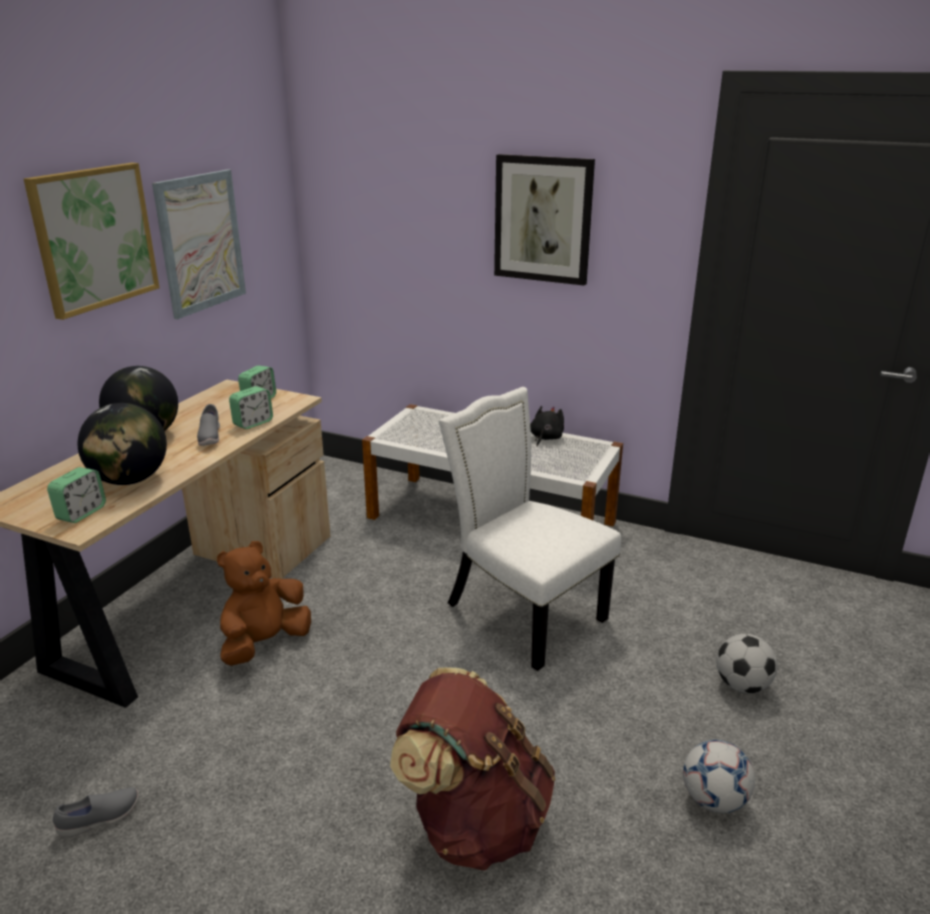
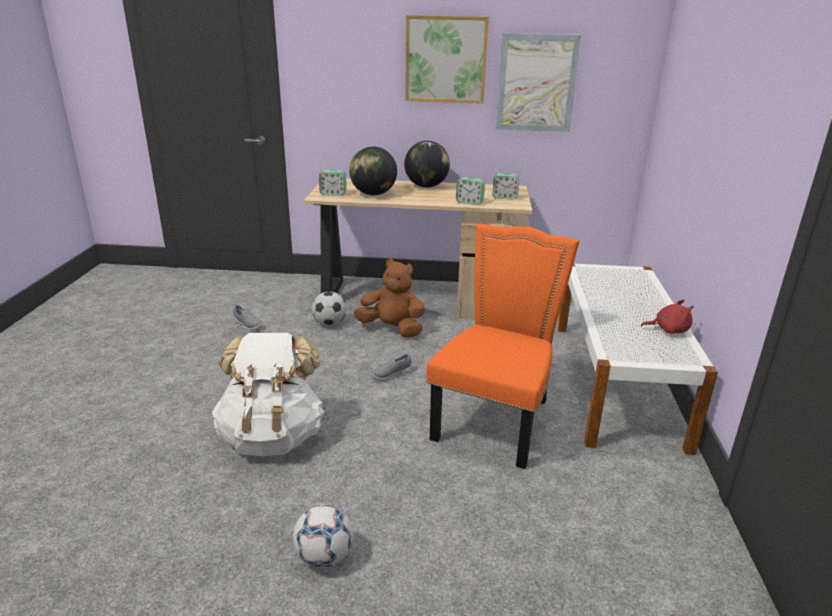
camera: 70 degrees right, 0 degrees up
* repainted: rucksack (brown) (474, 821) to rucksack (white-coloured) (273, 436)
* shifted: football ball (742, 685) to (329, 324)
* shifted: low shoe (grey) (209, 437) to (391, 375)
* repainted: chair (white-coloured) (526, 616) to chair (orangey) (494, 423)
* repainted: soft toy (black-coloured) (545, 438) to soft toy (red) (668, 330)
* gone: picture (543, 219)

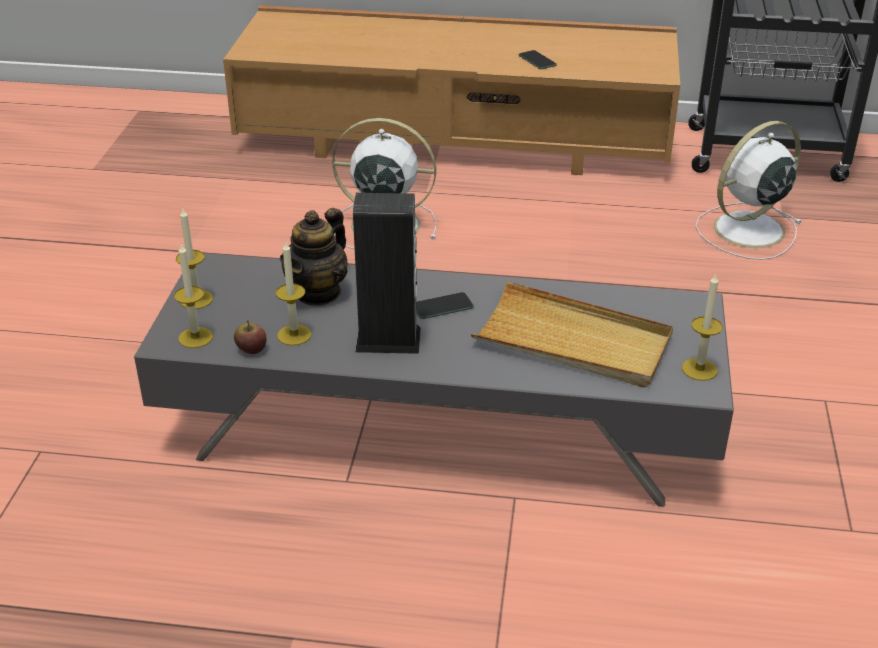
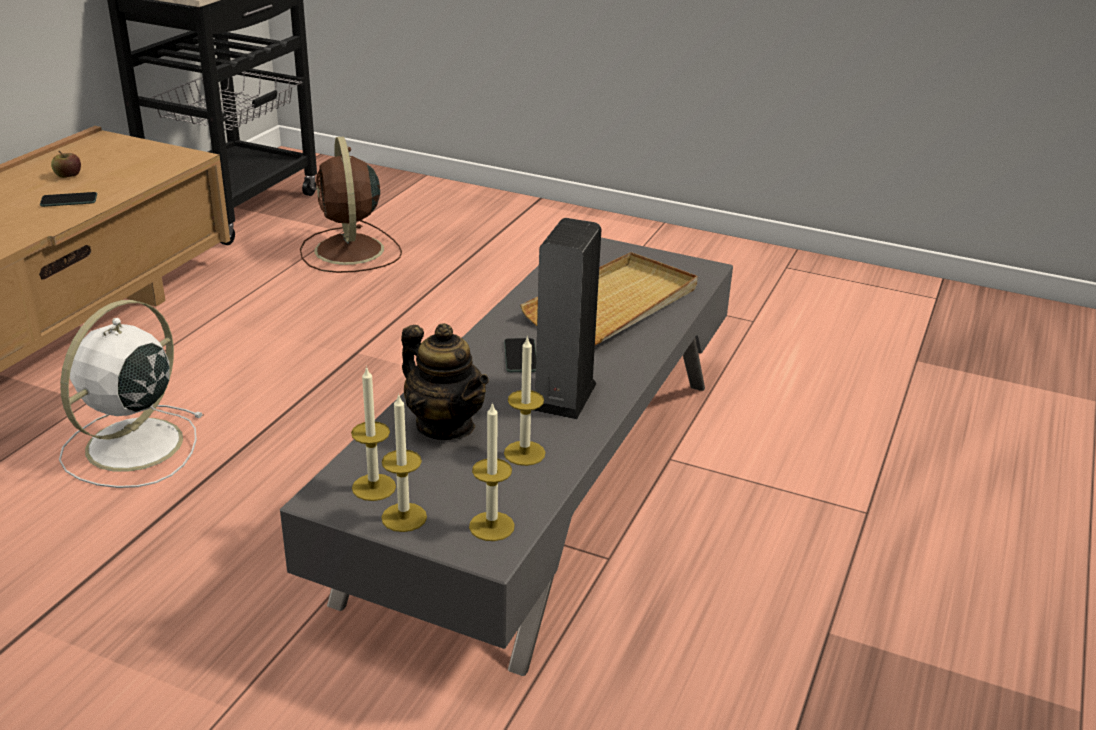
camera: 75 degrees left, 5 degrees down
* shifted: apple (251, 349) to (68, 176)
* repainted: cooling fan (white-coloured) (746, 231) to cooling fan (brown) (349, 251)
* shifted: candle (699, 369) to (374, 487)

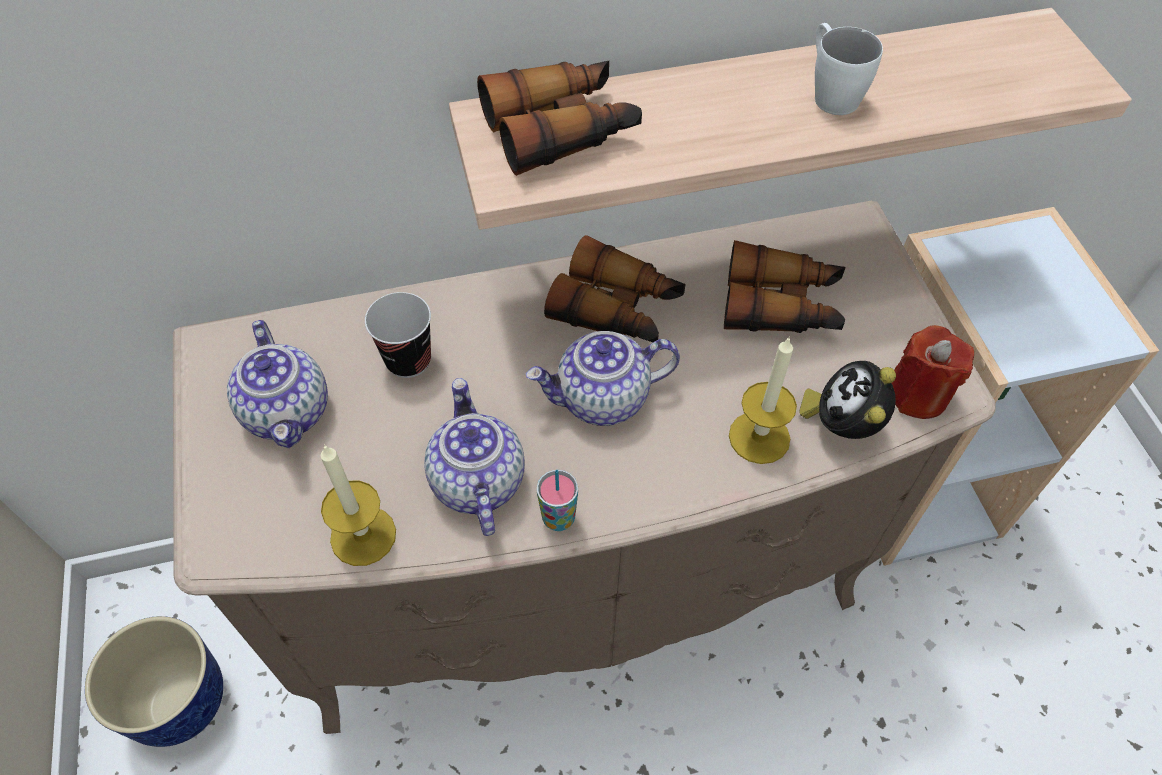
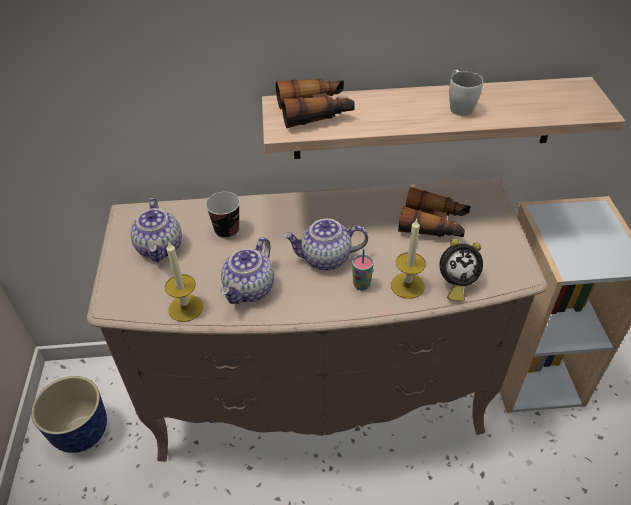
camera: 10 degrees right, 10 degrees down
* rotated: teapot (476, 481) = (250, 289) 150 degrees counterclockwise
* shifted: small cup (558, 519) to (361, 285)
* rotated: bedside clock (842, 424) = (455, 284) 120 degrees counterclockwise
* gone: binoculars (617, 309)
* gone: candle (red) (918, 394)

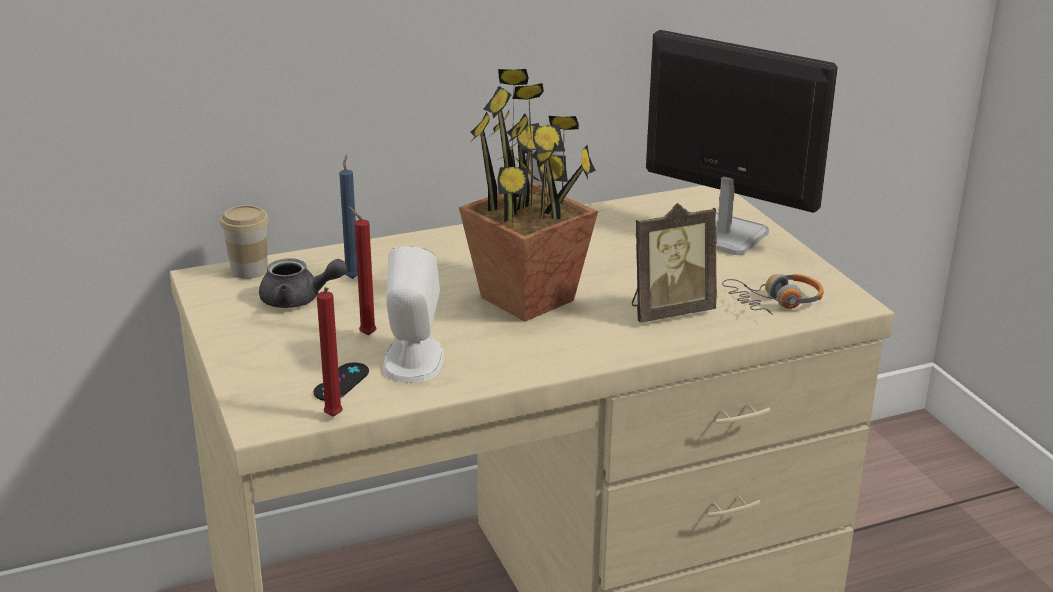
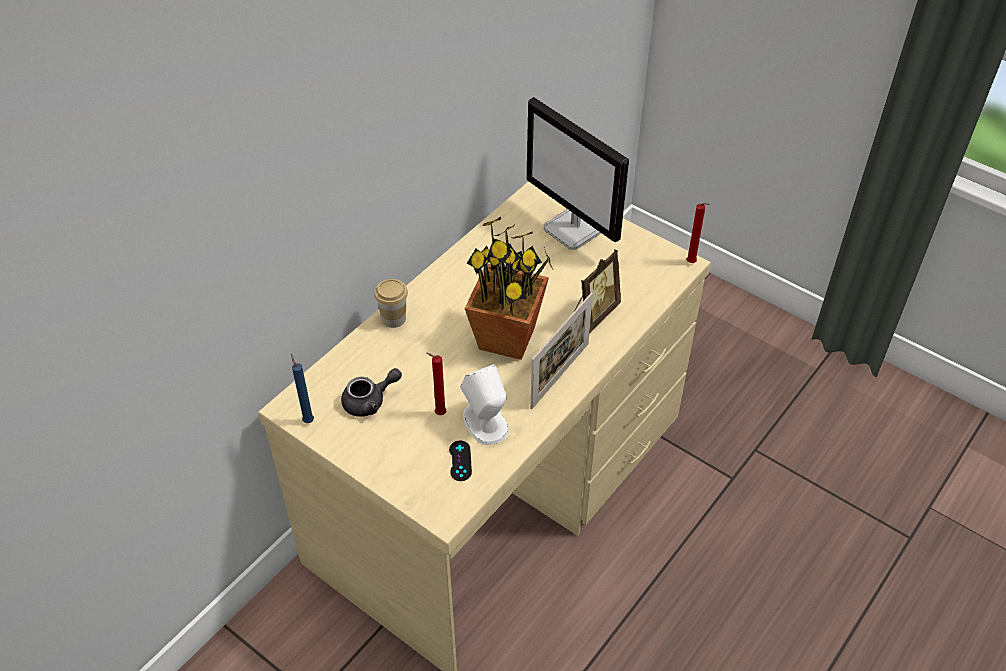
camera: 30 degrees left, 20 degrees up
* shifted: candle (blue-coloured) (353, 277) to (308, 420)
* shifted: small cup (249, 270) to (393, 318)
* rotated: monitor (723, 236) = (574, 230) 135 degrees counterclockwise
* new: standing frame (560, 375)
* shifted: candle (red) (333, 418) to (692, 263)
* gone: headphones (775, 302)

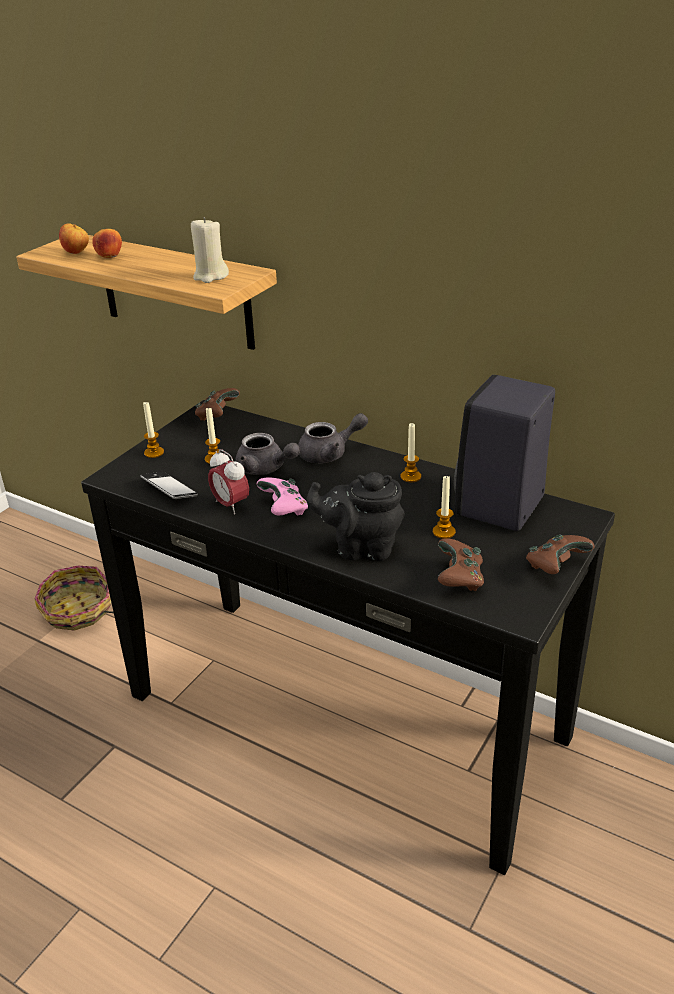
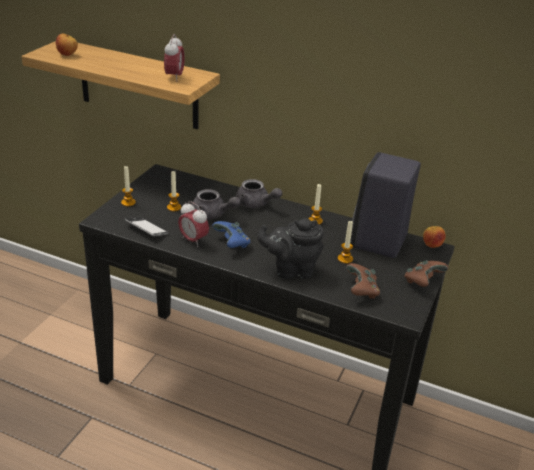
camera: 10 degrees left, 0 degrees up
* swapped: candle (sand-coloured) (210, 276) to bedside clock (174, 77)
* repainted: gamepad (pink) (284, 509) to gamepad (blue-coloured) (232, 243)
* rotated: teapot (grey) (330, 453) = (256, 204) 60 degrees clockwise
* shifted: apple (109, 257) to (431, 246)
* gone: basket (79, 611)
* gone: gamepad (brown) (217, 415)

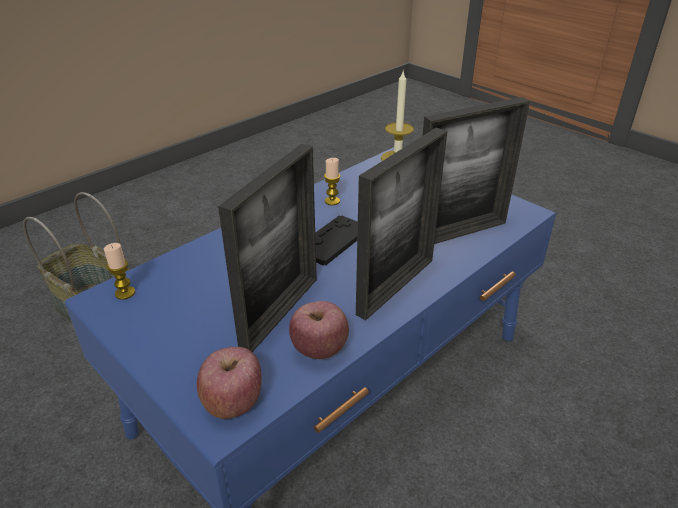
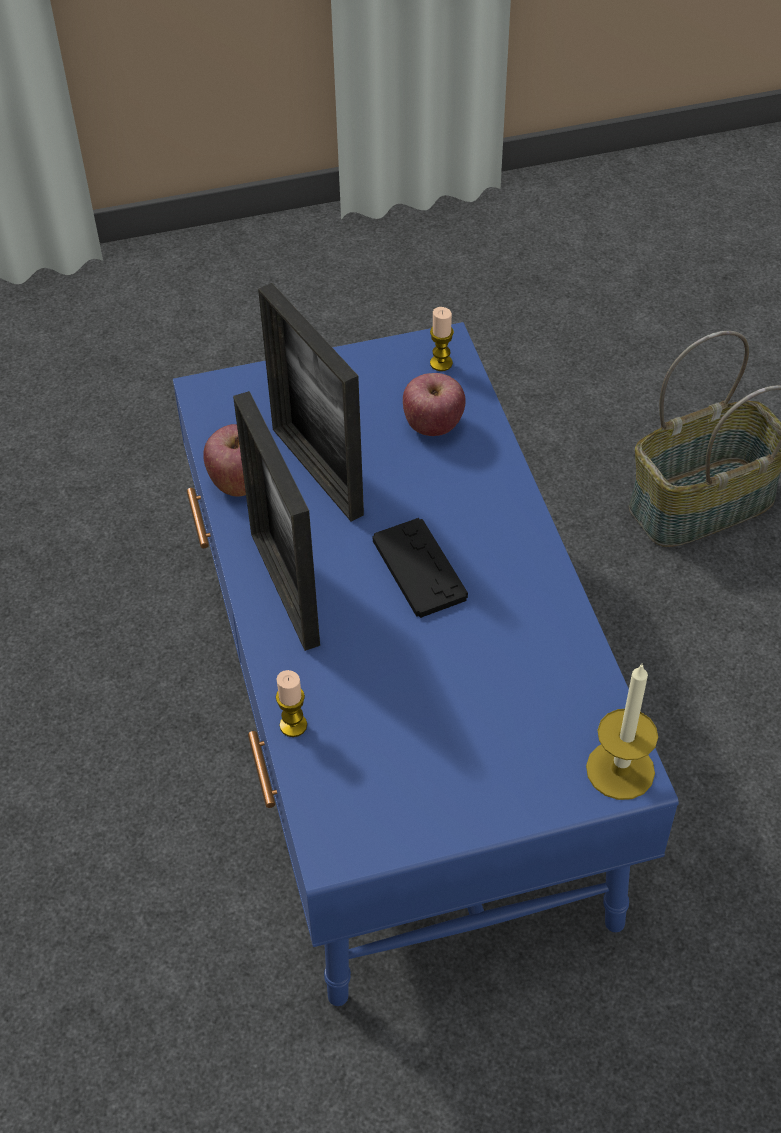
camera: 120 degrees right, 15 degrees up
* shifted: candle (332, 201) to (293, 725)
* shifted: apple (233, 402) to (433, 425)
* gone: standing frame (460, 233)

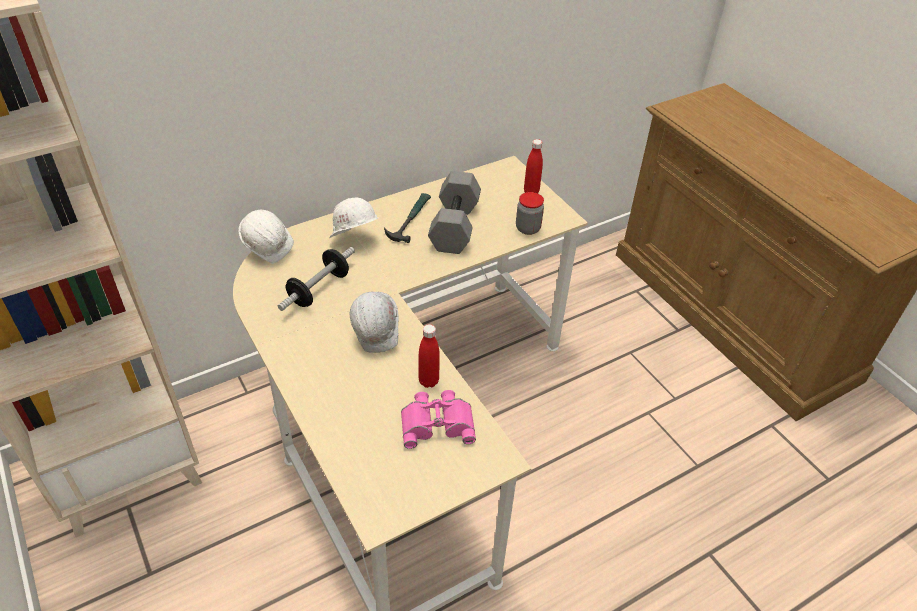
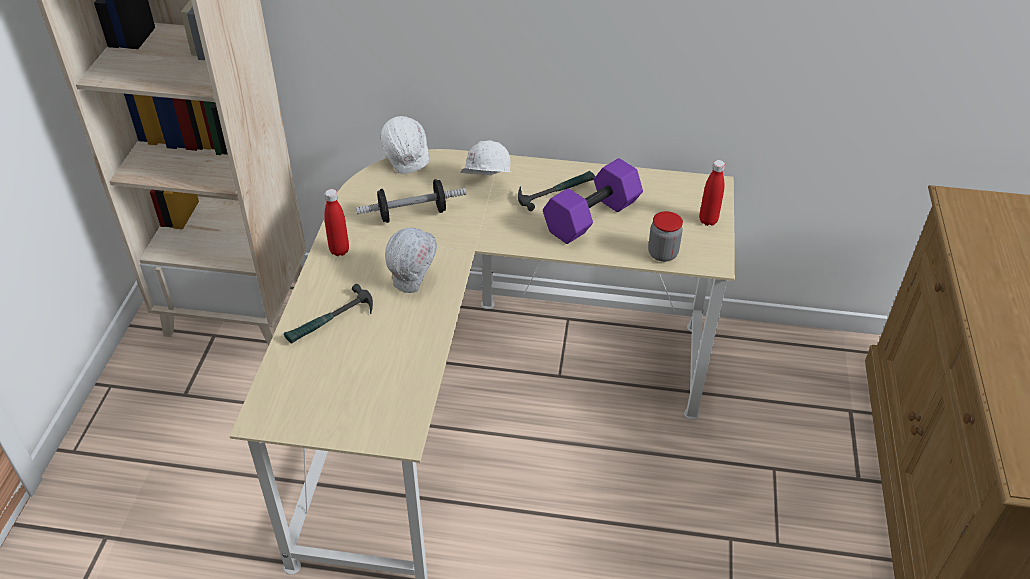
camera: 40 degrees right, 0 degrees up
* new: hand hammer (331, 321)
* shifted: drink bottle (red) (428, 381) to (339, 250)
* repainted: hand weight (grey) (456, 227) to hand weight (purple) (592, 218)
* gone: binoculars (pink) (437, 422)

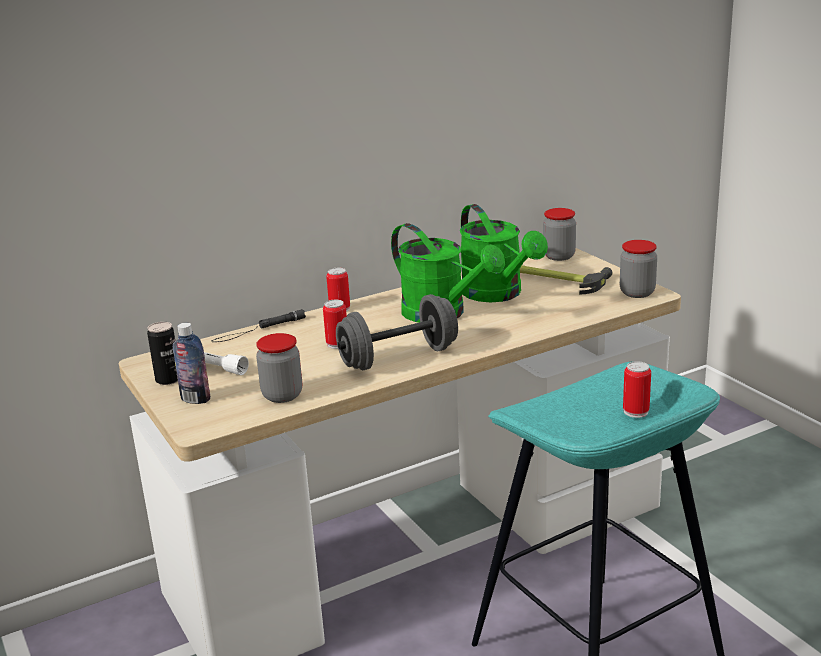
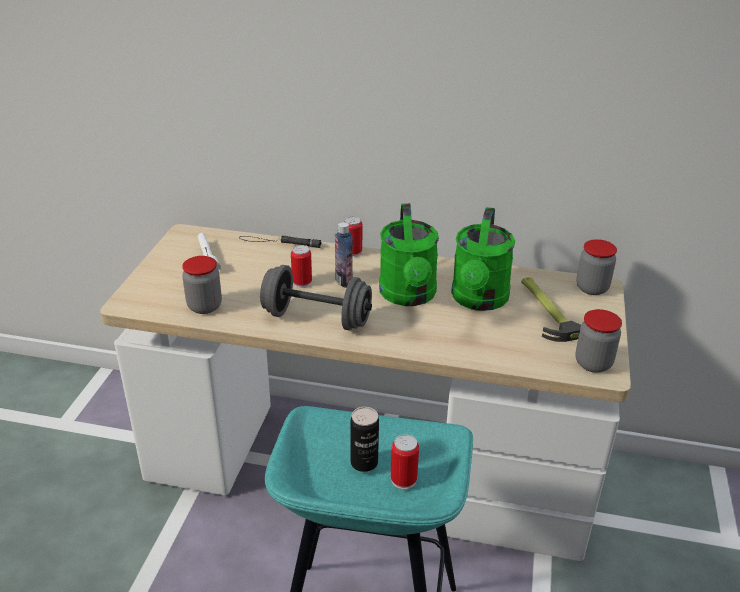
camera: 40 degrees right, 10 degrees up
* shifted: drink bottle (195, 399) to (343, 281)
* shifted: sealed can (168, 380) to (364, 462)

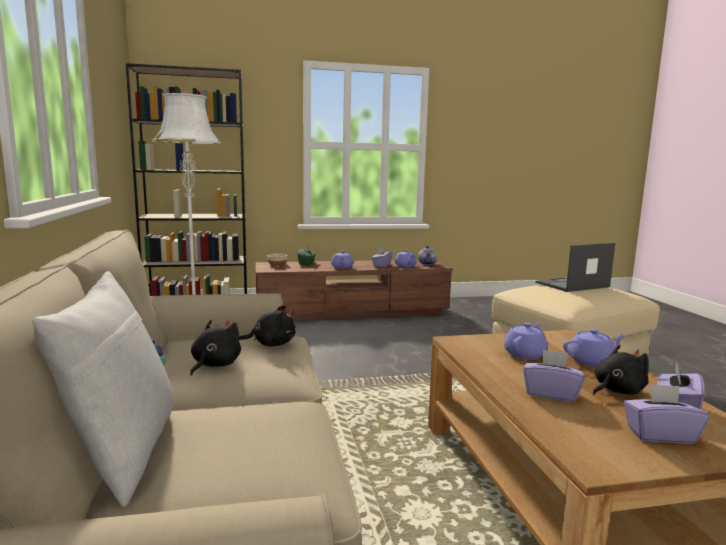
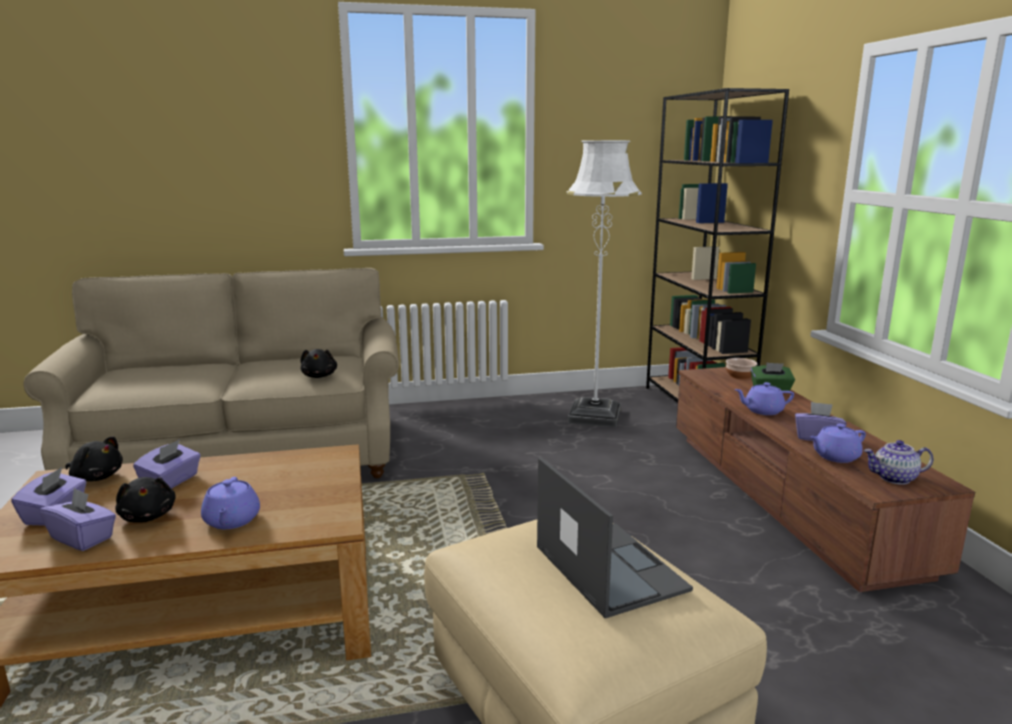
camera: 90 degrees right, 5 degrees up
* shifted: soft toy (black-coloured) (214, 365) to (96, 477)
* gone: cushion (grey) (122, 455)
* gone: teapot (purple) (525, 354)

